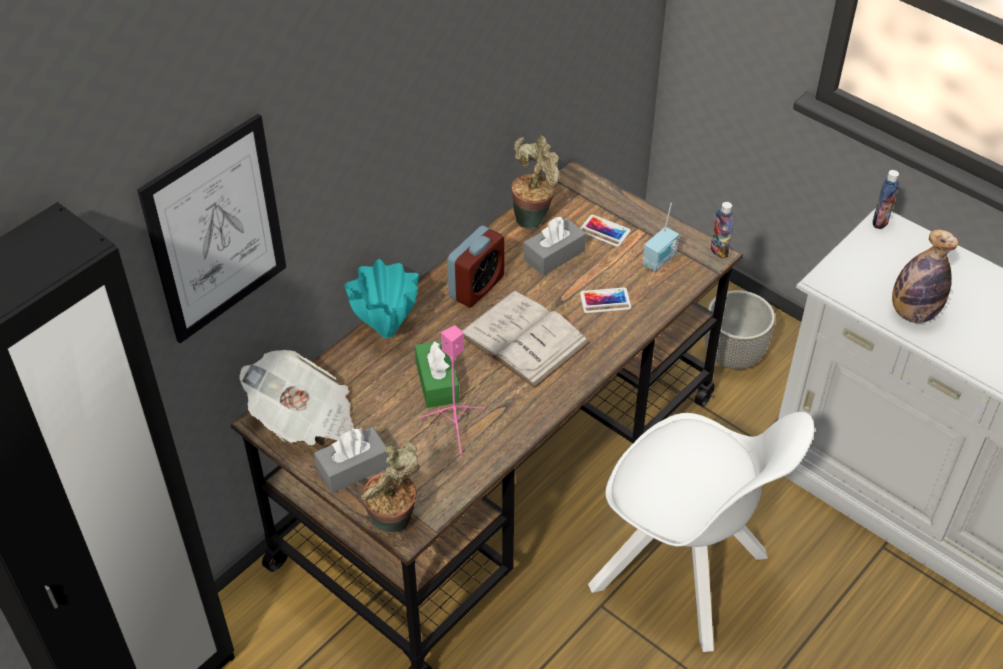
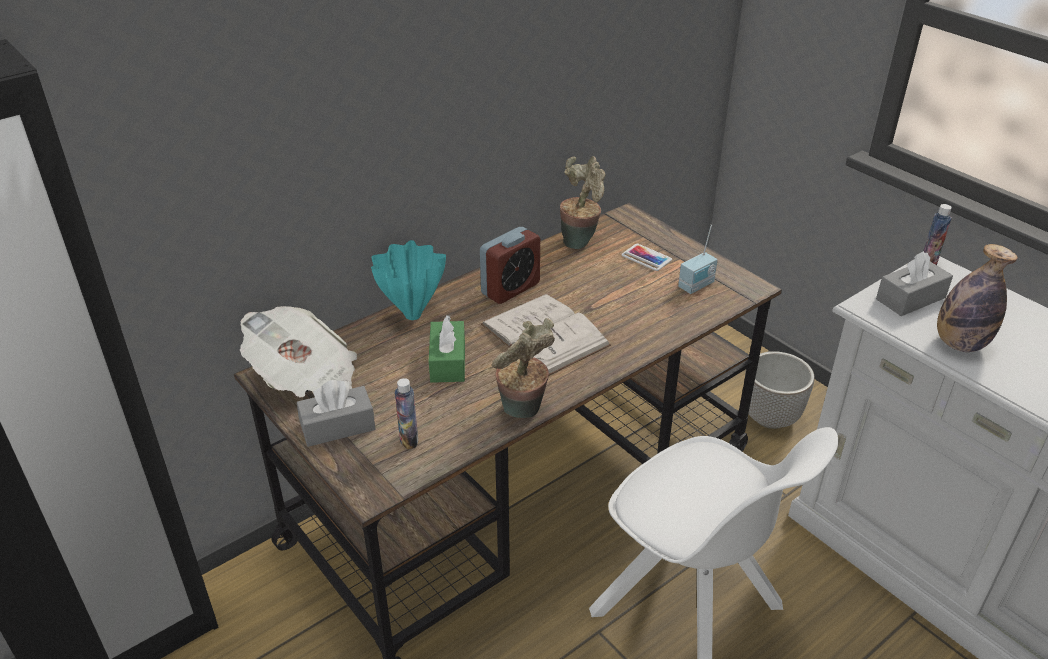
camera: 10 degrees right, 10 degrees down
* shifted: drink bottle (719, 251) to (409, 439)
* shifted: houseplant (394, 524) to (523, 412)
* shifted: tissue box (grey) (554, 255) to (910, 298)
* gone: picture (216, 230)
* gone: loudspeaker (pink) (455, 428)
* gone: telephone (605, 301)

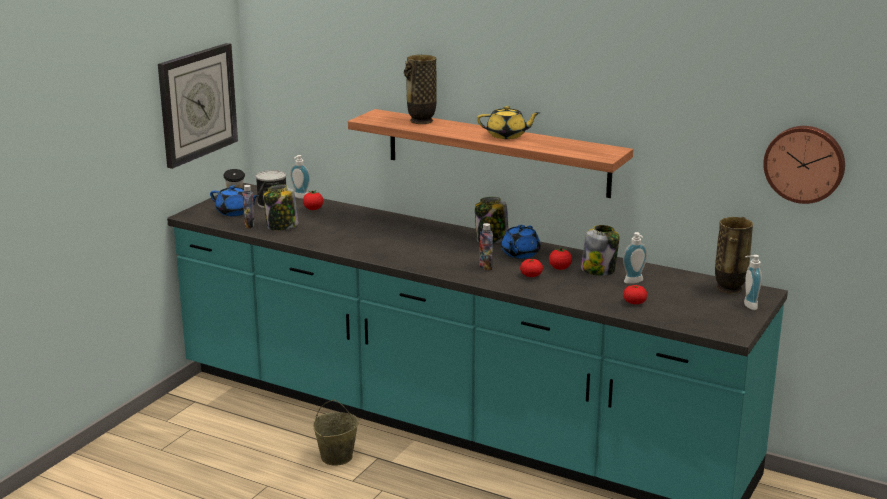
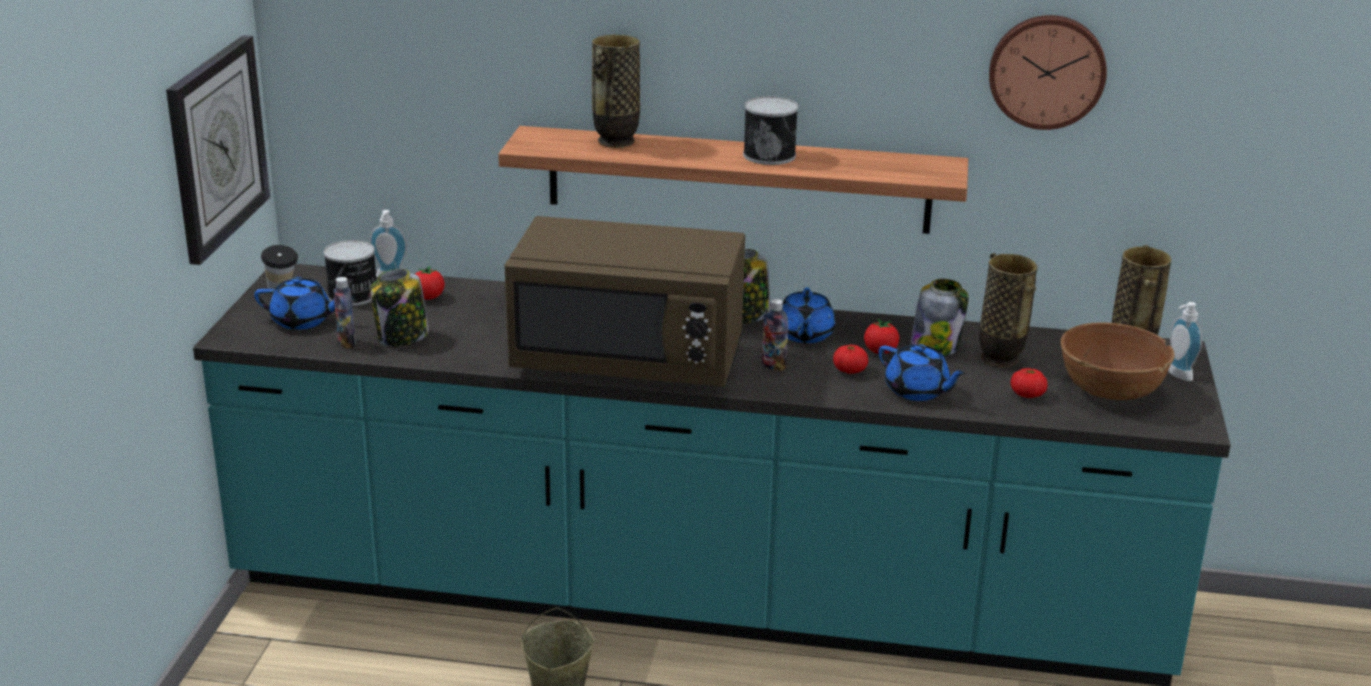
camera: 20 degrees left, 5 degrees up
* new: kitchen microwave (brown) (629, 360)
* swapped: teapot (yellowish) (507, 135) to sealed can (770, 155)
* new: teapot (blue-coloured) (917, 391)
* swapped: soap dispenser (634, 282) to decorative vase (1000, 359)
* shifted: wall clock (804, 163) to (1047, 70)
* new: bowl (brown) (1110, 390)

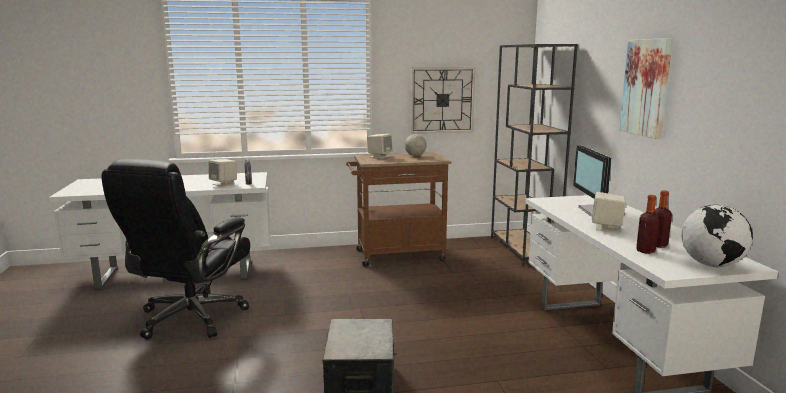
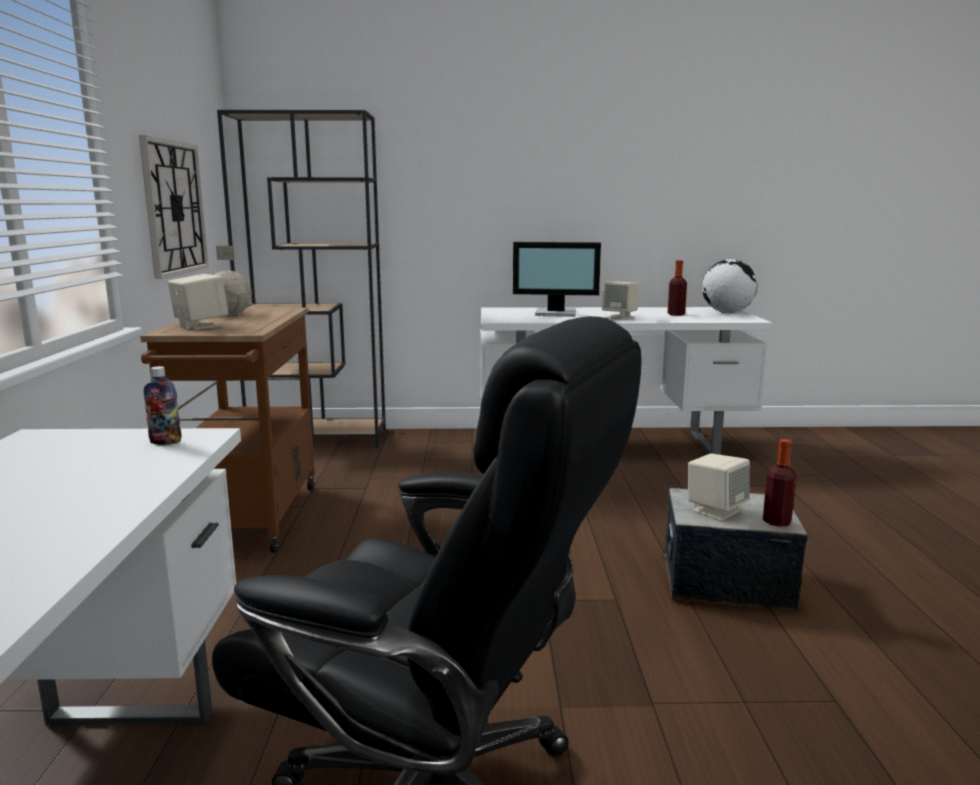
camera: 80 degrees left, 0 degrees up
* shifted: loudspeaker (sand-coloured) (224, 184) to (715, 510)
* shifted: drink bottle (645, 251) to (776, 522)
* gone: picture (646, 87)

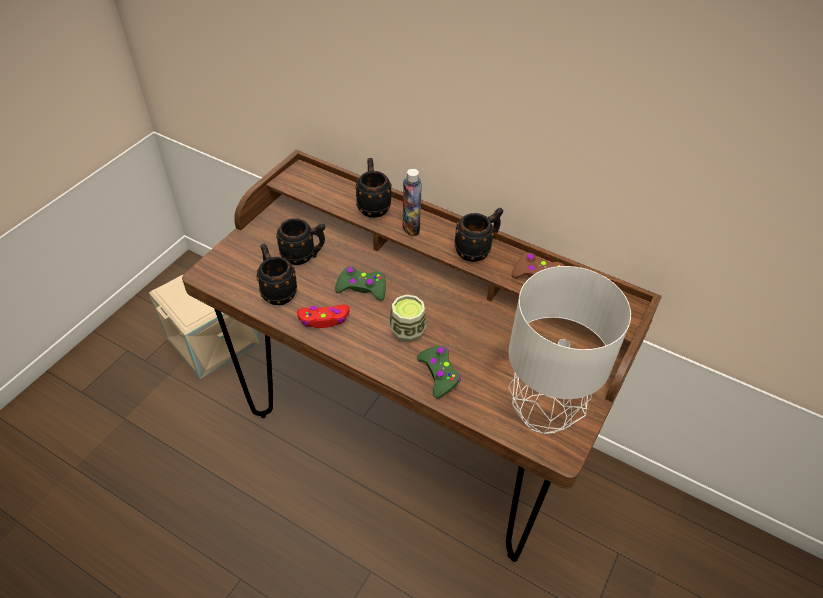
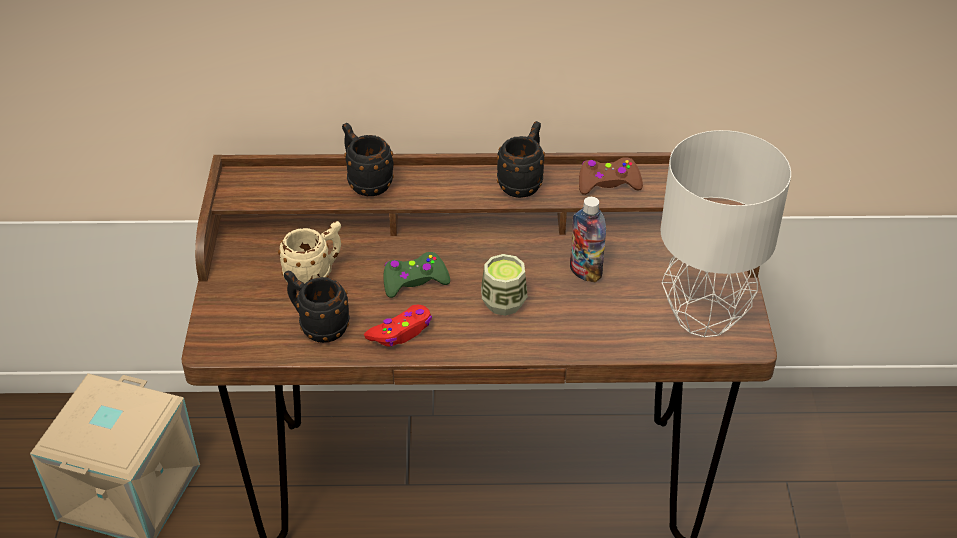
camera: 30 degrees left, 5 degrees down
* repainted: coffee mug (black-coloured) (304, 256) to coffee mug (sand-coloured) (315, 276)
* shifted: drink bottle (411, 227) to (585, 272)
* gone: gamepad (green) (439, 374)

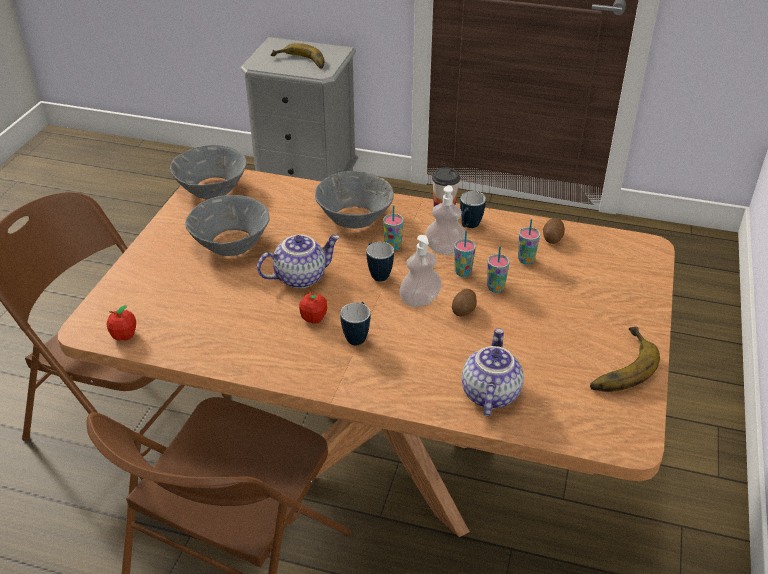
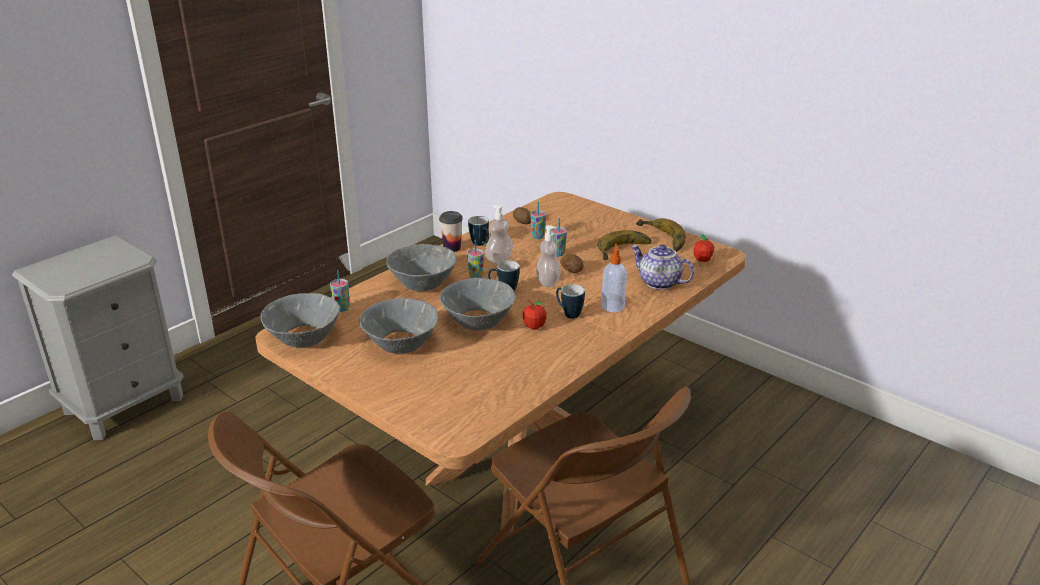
camera: 65 degrees left, 10 degrees down
* shifted: small cup (463, 272) to (342, 308)
* swapped: teapot (300, 277) to bowl (grey) (478, 321)
* shifted: banana fruit (299, 62) to (626, 251)
* new: soap dispenser (612, 306)
* shifted: apple (124, 336) to (702, 260)

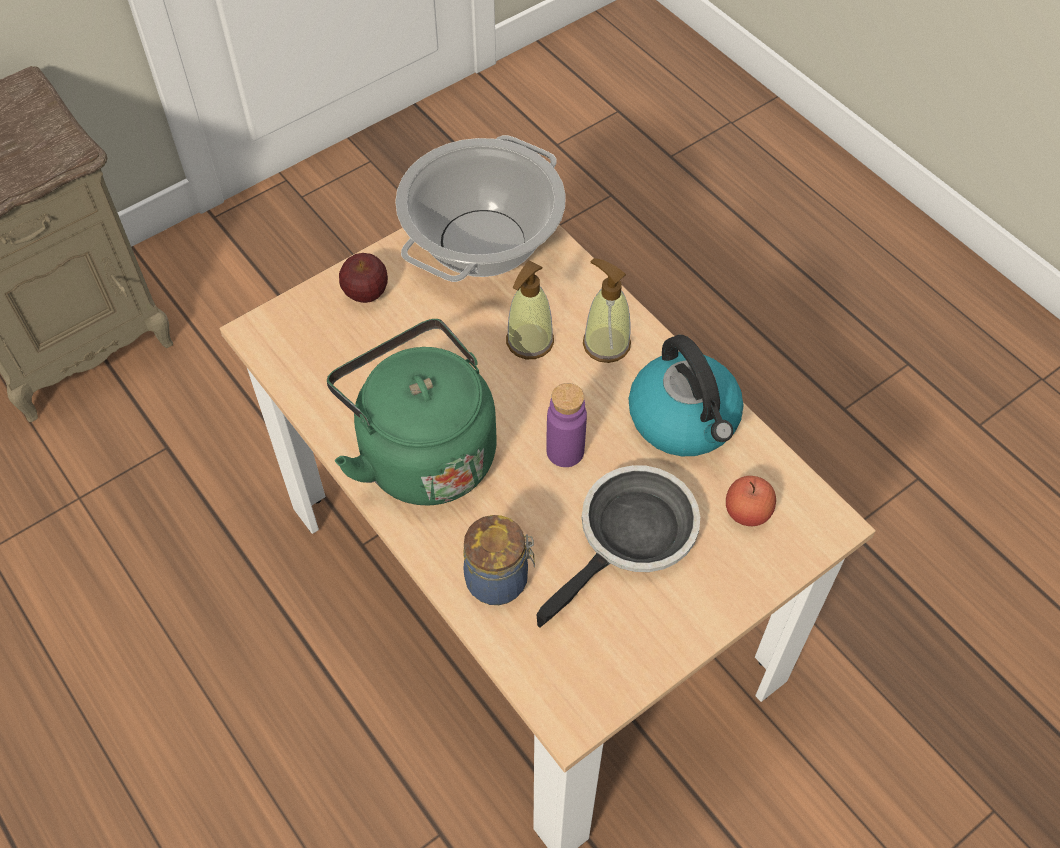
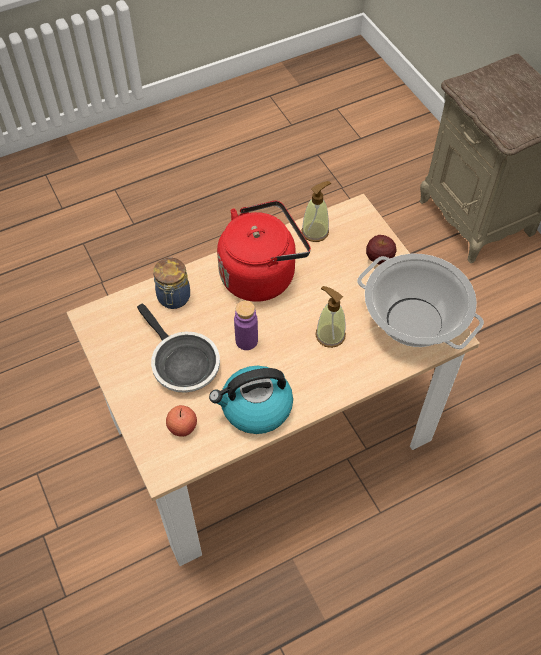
camera: 100 degrees right, 0 degrees up
* repainted: tea kettle (green) (422, 451) to tea kettle (red) (261, 274)
* shifted: soap dispenser (606, 344) to (315, 232)

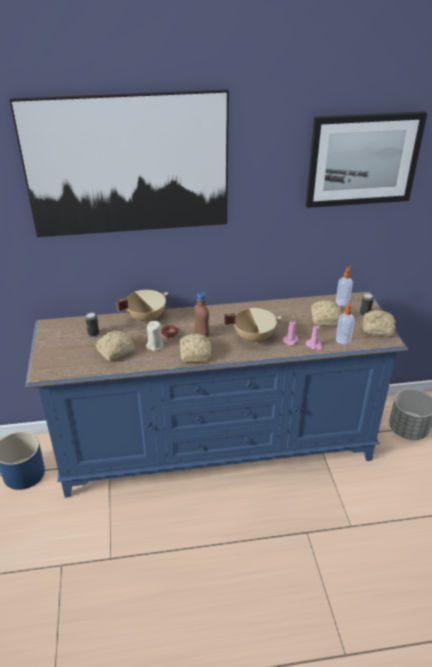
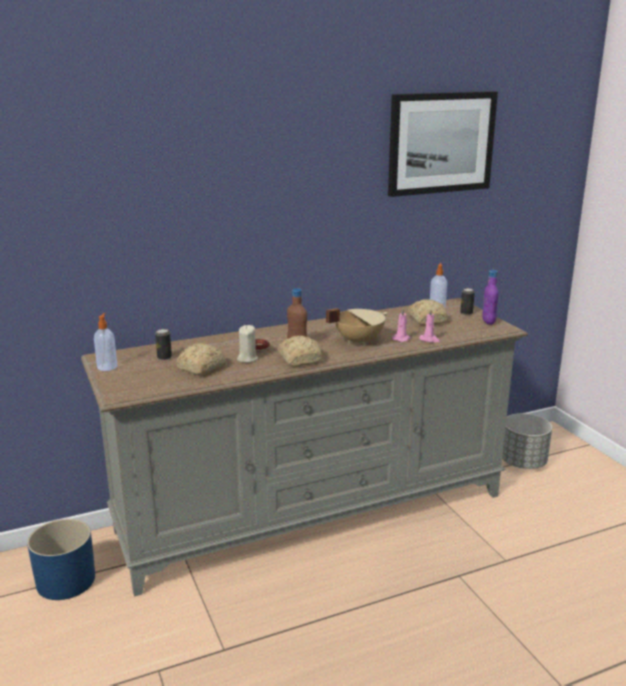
camera: 15 degrees left, 15 degrees down
* repainted: cabinet (blue-coloured) (217, 449) to cabinet (grey) (314, 514)
* shifted: soap dispenser (343, 339) to (107, 367)
* swapped: bread (378, 329) to drink bottle (purple) (488, 322)
* gone: picture (128, 166)
* gone: saucepot (sand-coloured) (145, 318)

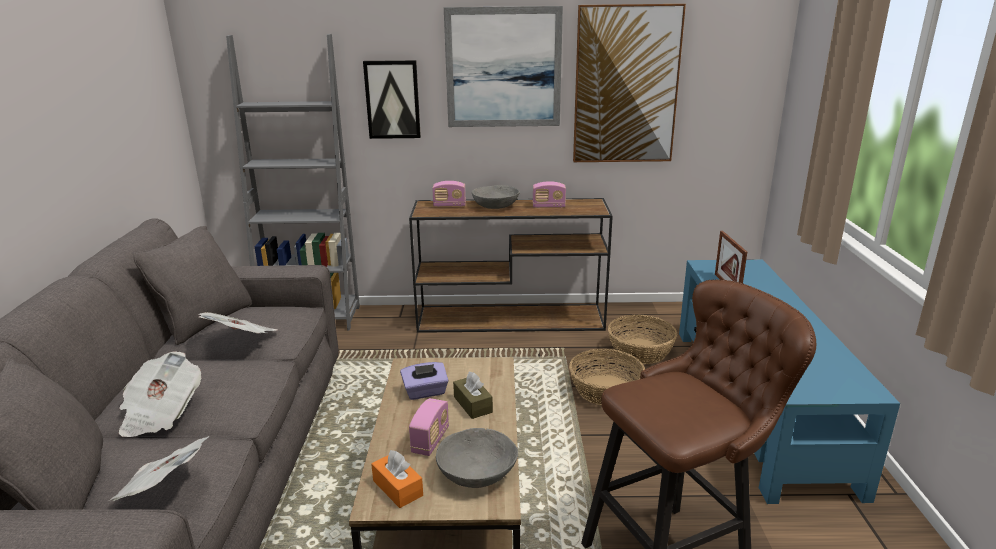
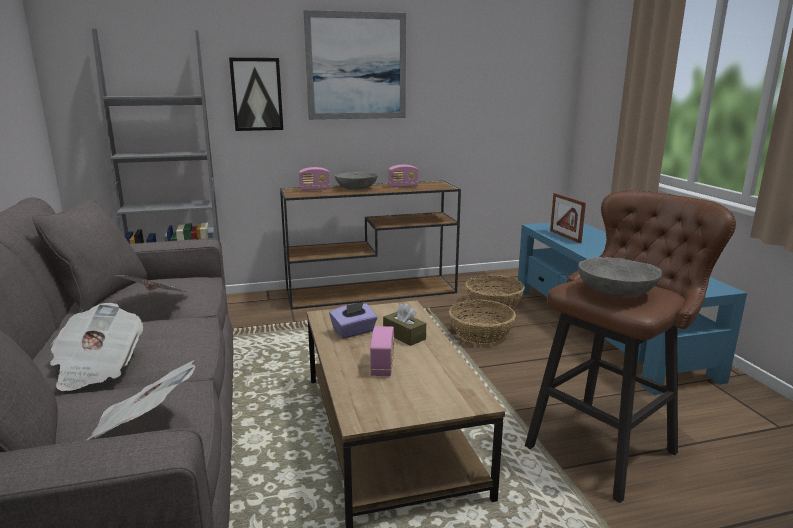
camera: 15 degrees left, 5 degrees down
* shifted: bowl (grey) (476, 473) to (616, 292)
* gone: tissue box (orangey) (397, 488)
* gone: picture (626, 85)

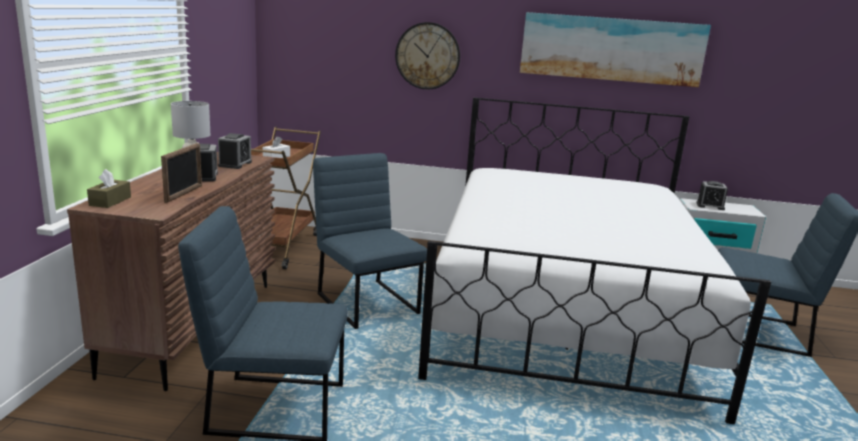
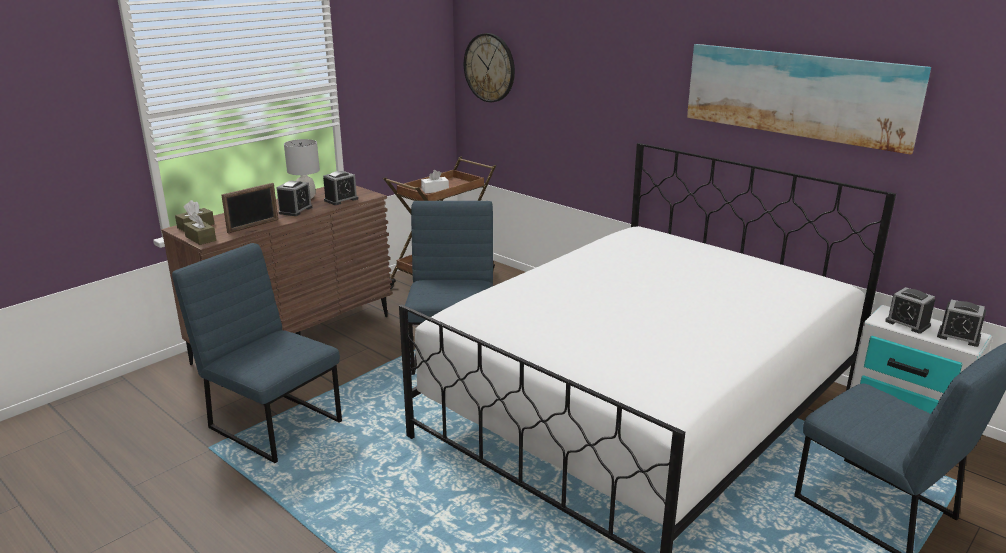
camera: 35 degrees right, 5 degrees up
* new: tissue box (brown) (200, 238)
* shifted: wall clock (427, 56) to (489, 68)
* new: bedside clock (958, 337)

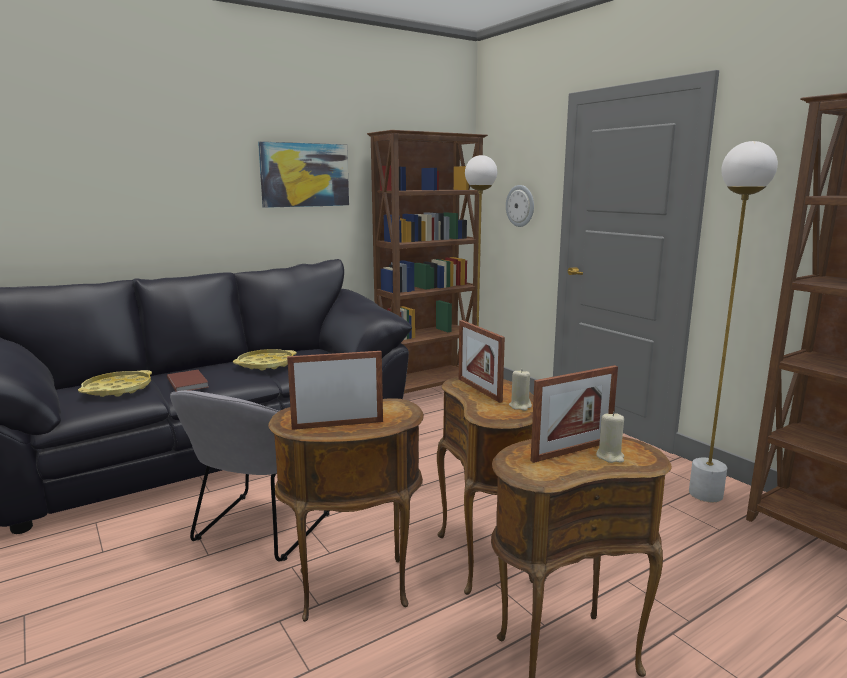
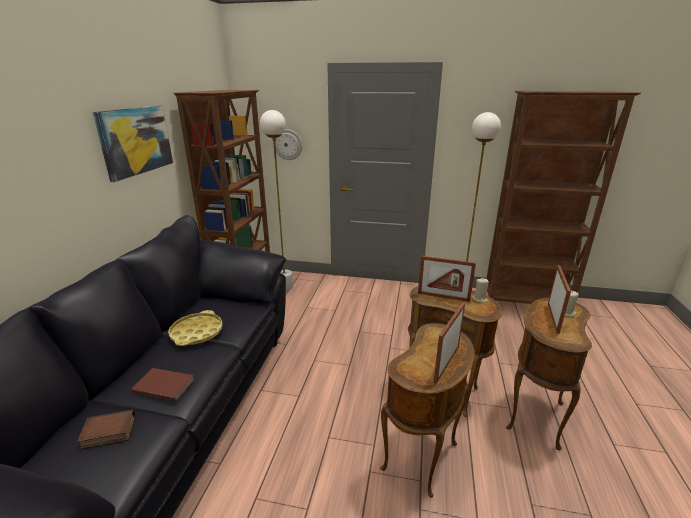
camera: 45 degrees left, 10 degrees up
* swapped: serving tray (yellowish) (117, 389) to volume (107, 433)
* gone: armchair (grey) (257, 530)

